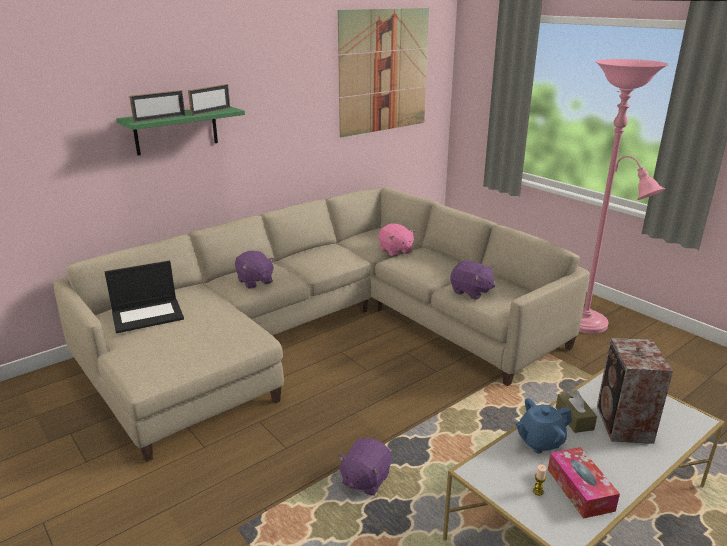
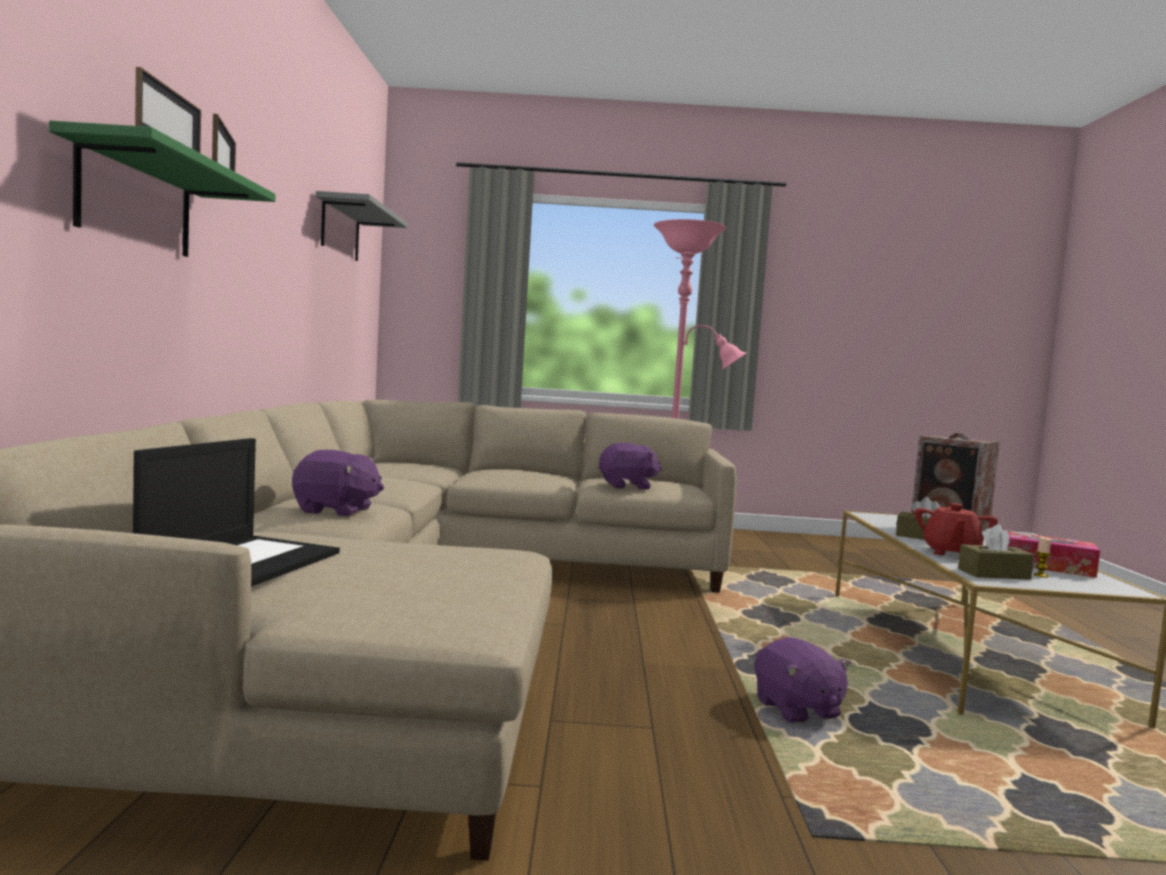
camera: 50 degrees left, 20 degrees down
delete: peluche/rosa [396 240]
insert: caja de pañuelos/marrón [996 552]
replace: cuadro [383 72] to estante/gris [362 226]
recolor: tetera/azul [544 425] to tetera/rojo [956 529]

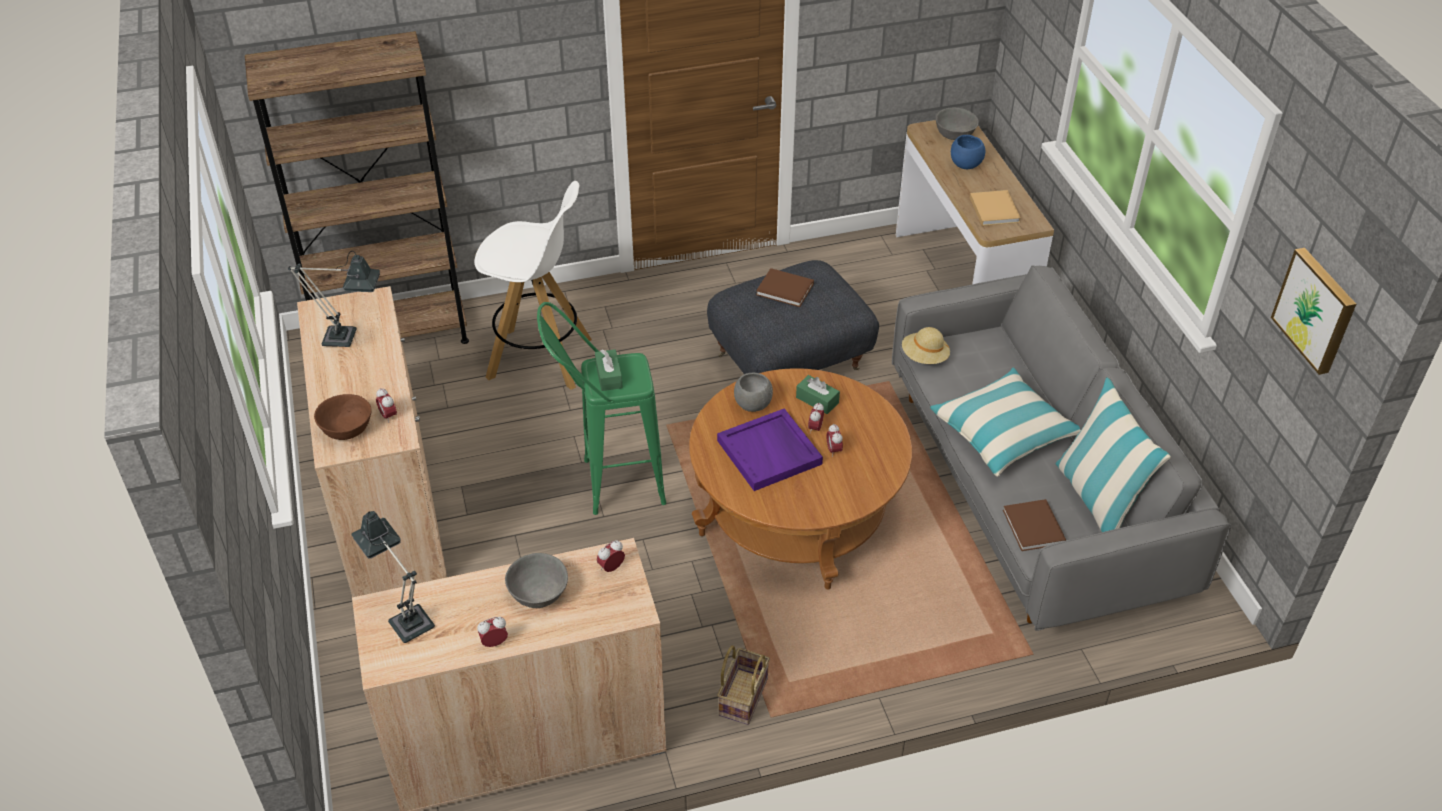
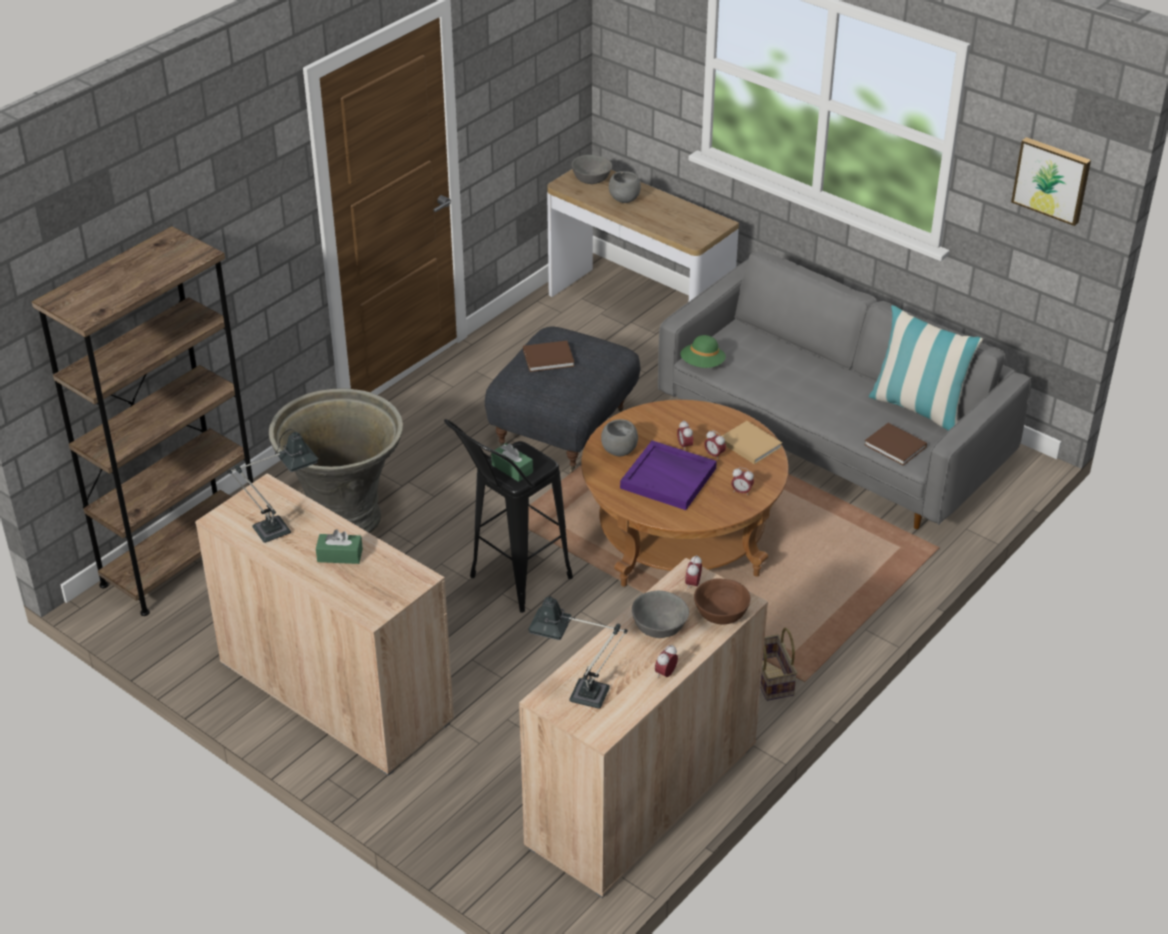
camera: 35 degrees left, 5 degrees down
delete: cojín [1005 422]
move: cuenco/marrón [342 417] to [722 601]; despertador [386 405] to [742 481]; caja de pañuelos/verde [818 394] to [339 546]; libro/beis [995 208] to [752 442]
replace: taburete/blanco [533 285] to maceta/gris [336 460]
recolor: taburete/verde [601 408] to taburete/negro [508 516]; sombrero/beis [926 345] to sombrero/verde [703 351]; cuenco/azul [968 152] to cuenco/gris [625 187]

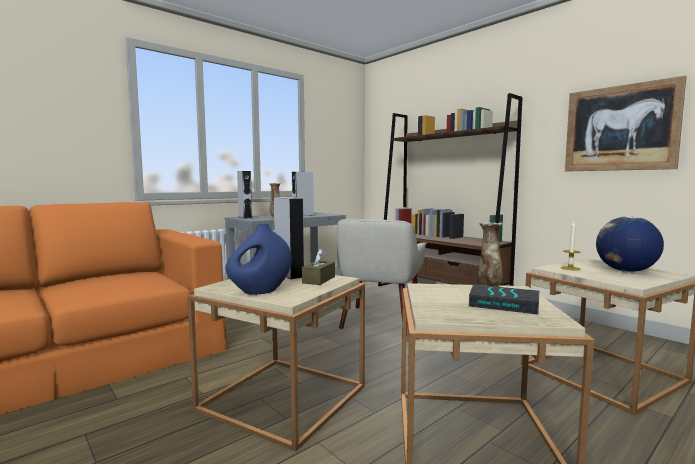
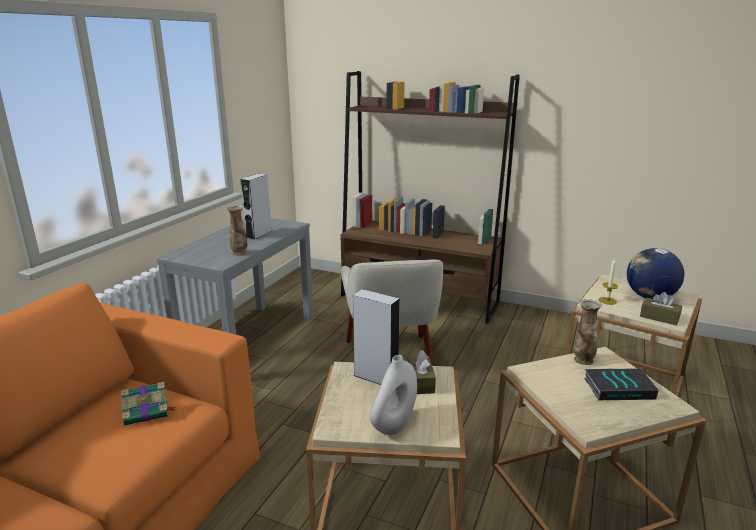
camera: 25 degrees left, 15 degrees up
delete: altavoz/gris [244 195]; cuadro [626 123]
insert: libro [148 404]; caja de pañuelos/marrón [661 308]
recolor: florero/azul [258 259] to florero/blanco [393 395]

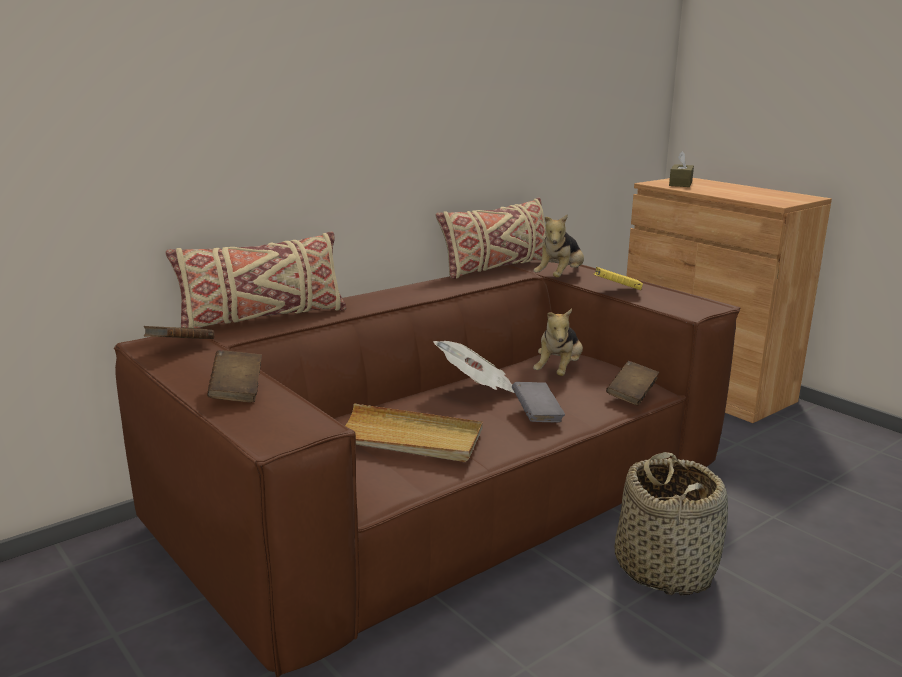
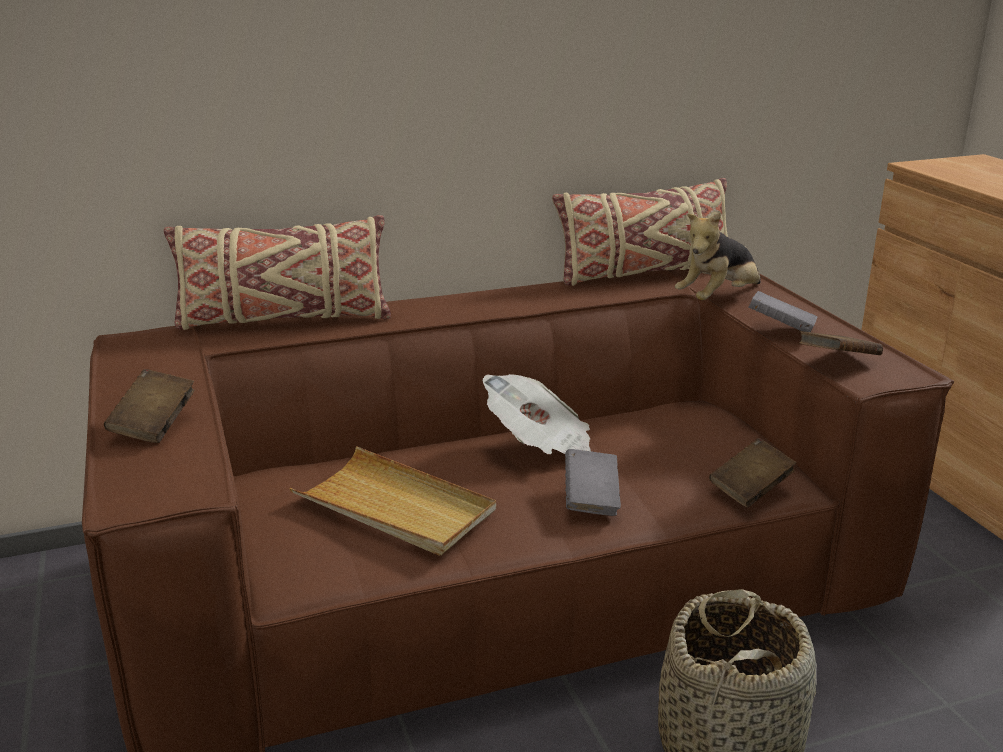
camera: 20 degrees right, 5 degrees up
delete: peluche [558 342]; caja de pañuelos/marrón [681 169]
move: libro/marrón [179 332] to [841 343]
recolor: libro/amarillo [618 278] to libro/gris [782 311]

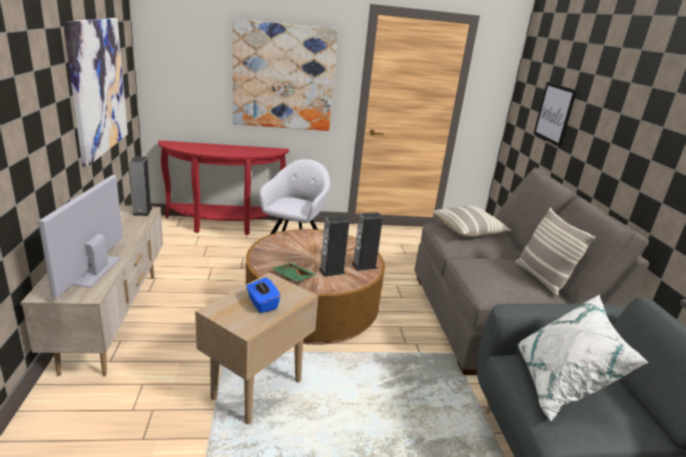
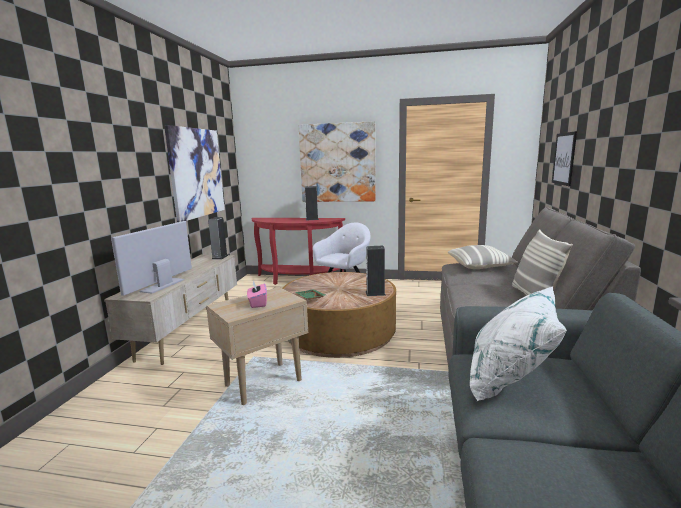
camera: 20 degrees right, 10 degrees down
move: altavoz [334 246] to [312 203]
recolor: caja de pañuelos/azul [263 295] to caja de pañuelos/rosa [257 294]

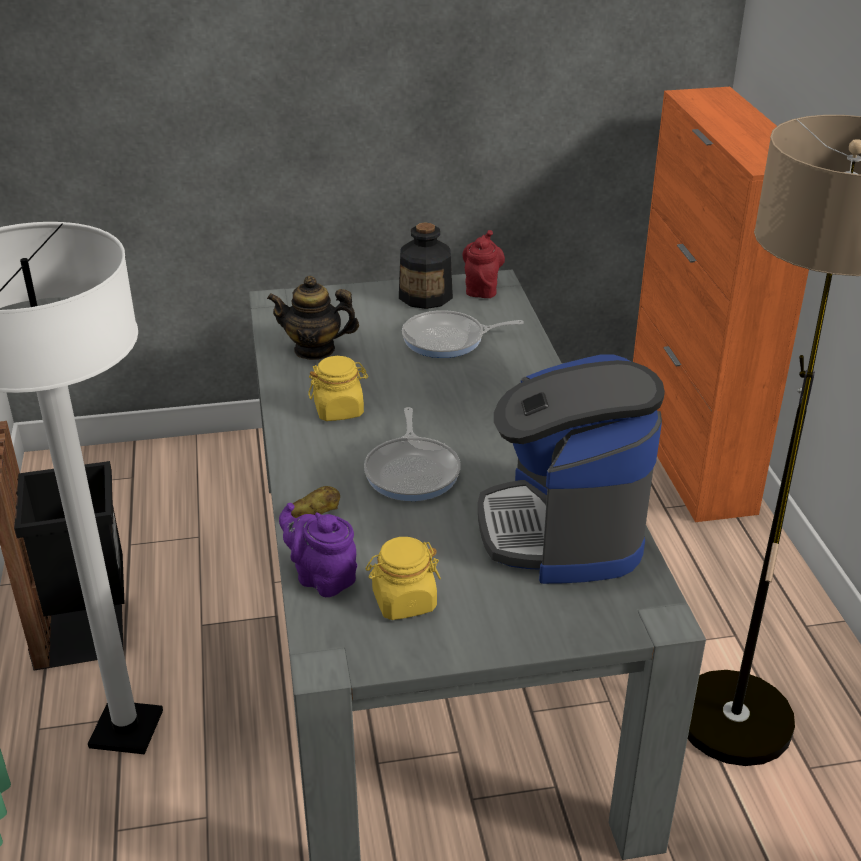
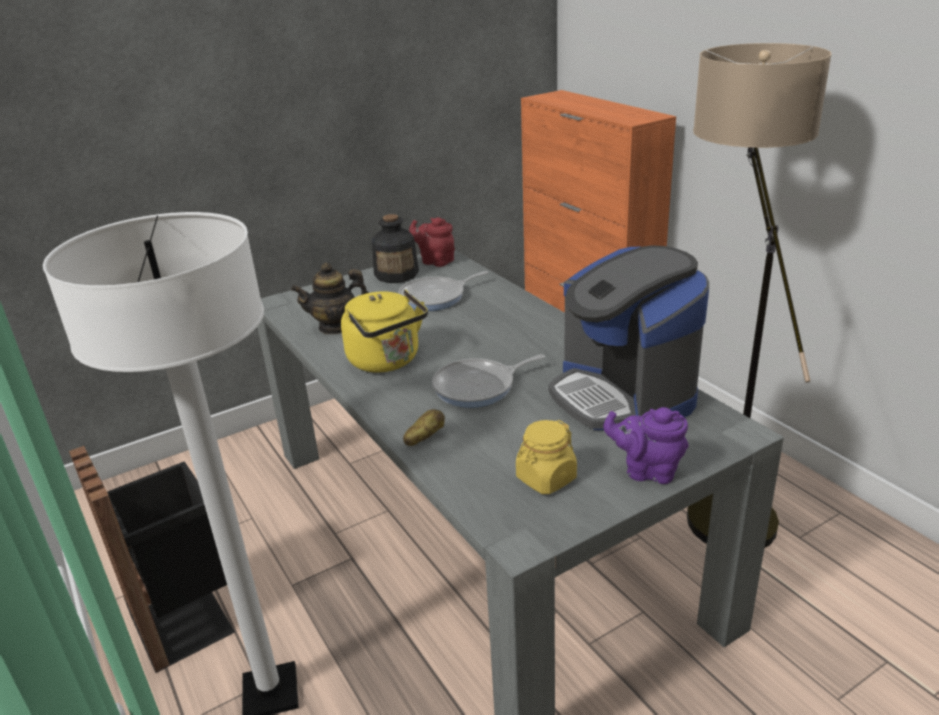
camera: 20 degrees left, 5 degrees down
move: tetera/morado [318 550] to [646 445]
replace: tarro/amarillo [338 388] to hervidor/amarillo [384 330]
rotate: sartén [412 454] = [488 381] 90 degrees clockwise; tetera/rojo [483 264] = [432 242] 45 degrees counterclockwise

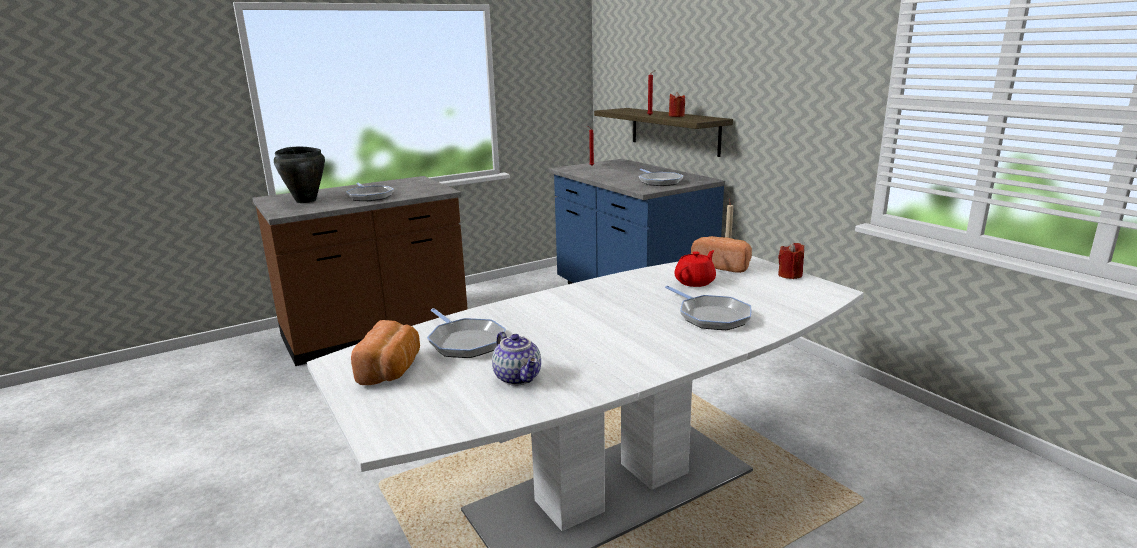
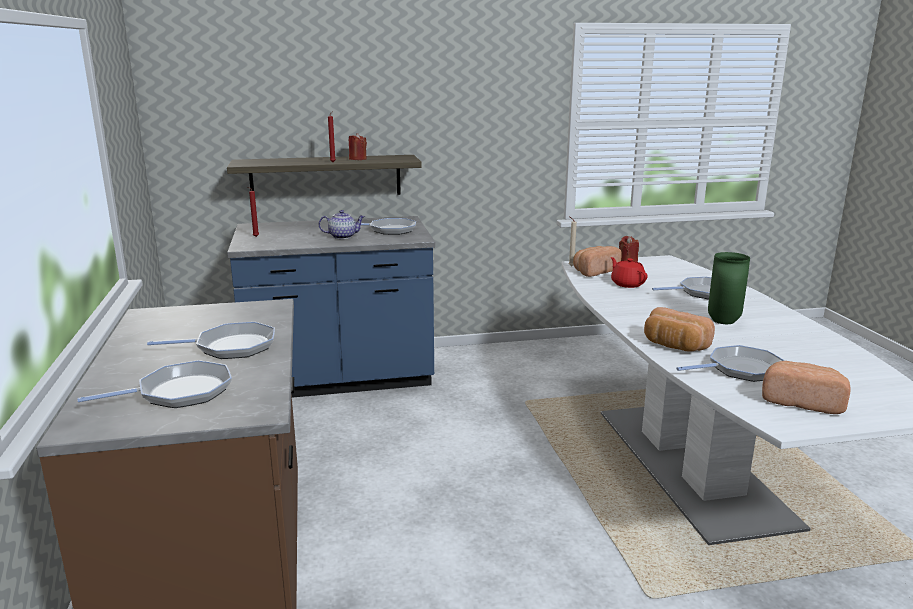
camera: 70 degrees left, 0 degrees up
insert: pan [679 329]; florero/verde [729 288]
move: tetera [516 358] to [342 224]
replace: olla/negro [299 175] to sartén [154 384]

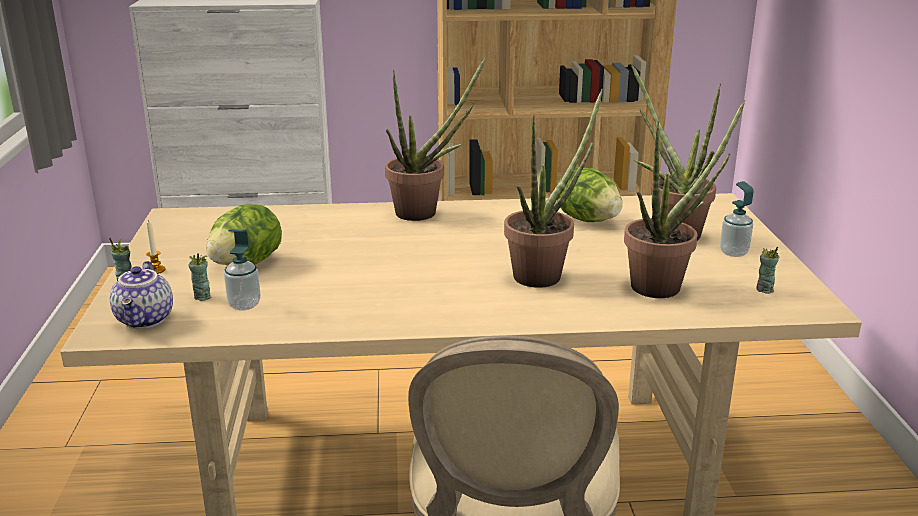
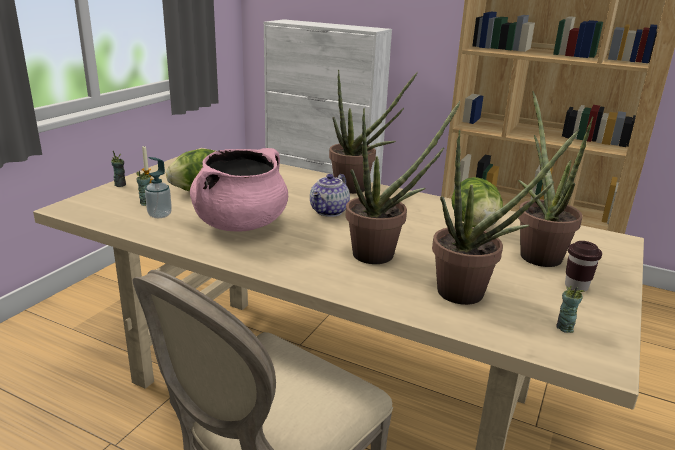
camera: 30 degrees right, 0 degrees up
insert: olla/rosa [239 190]
move: tetera [141 295] to [330 195]
replace: dispensador de jabón [737 219] to taza/marrón [583 266]

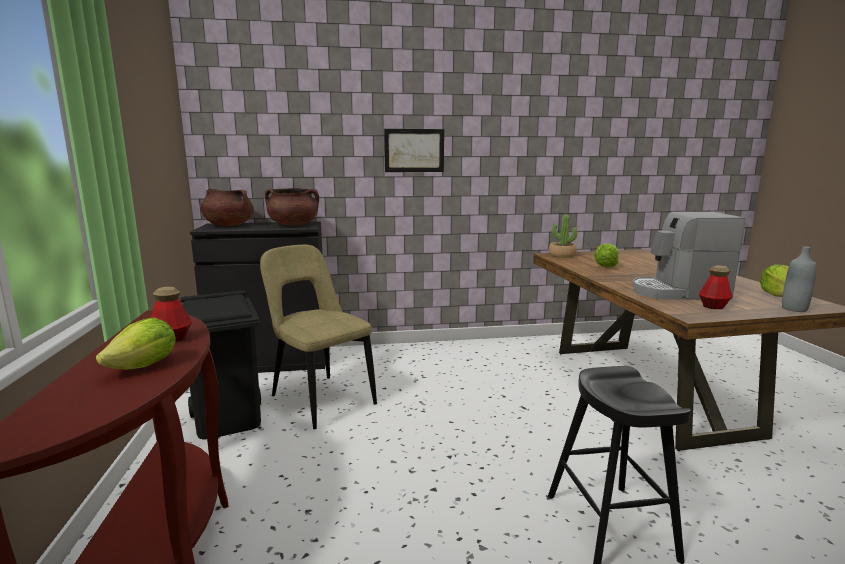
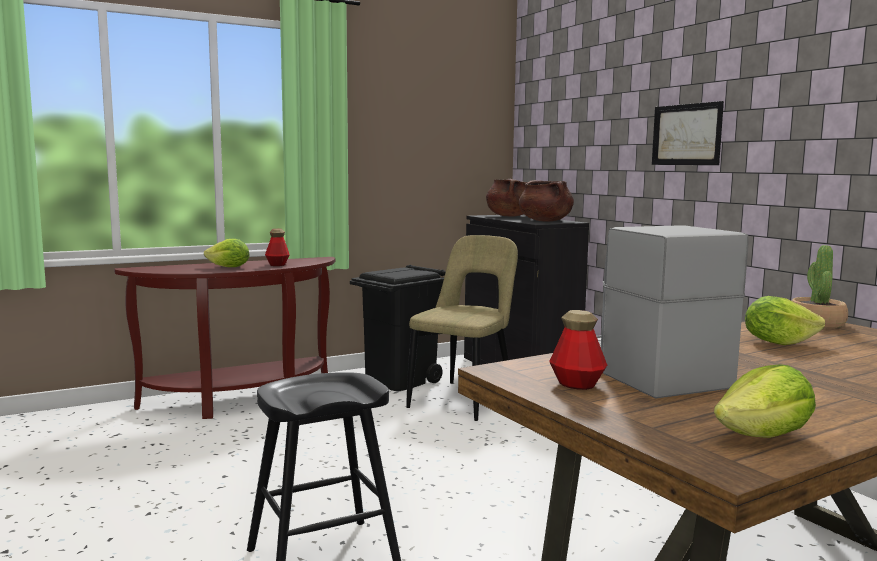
camera: 70 degrees right, 5 degrees down
delete: botella/gris [799 279]

